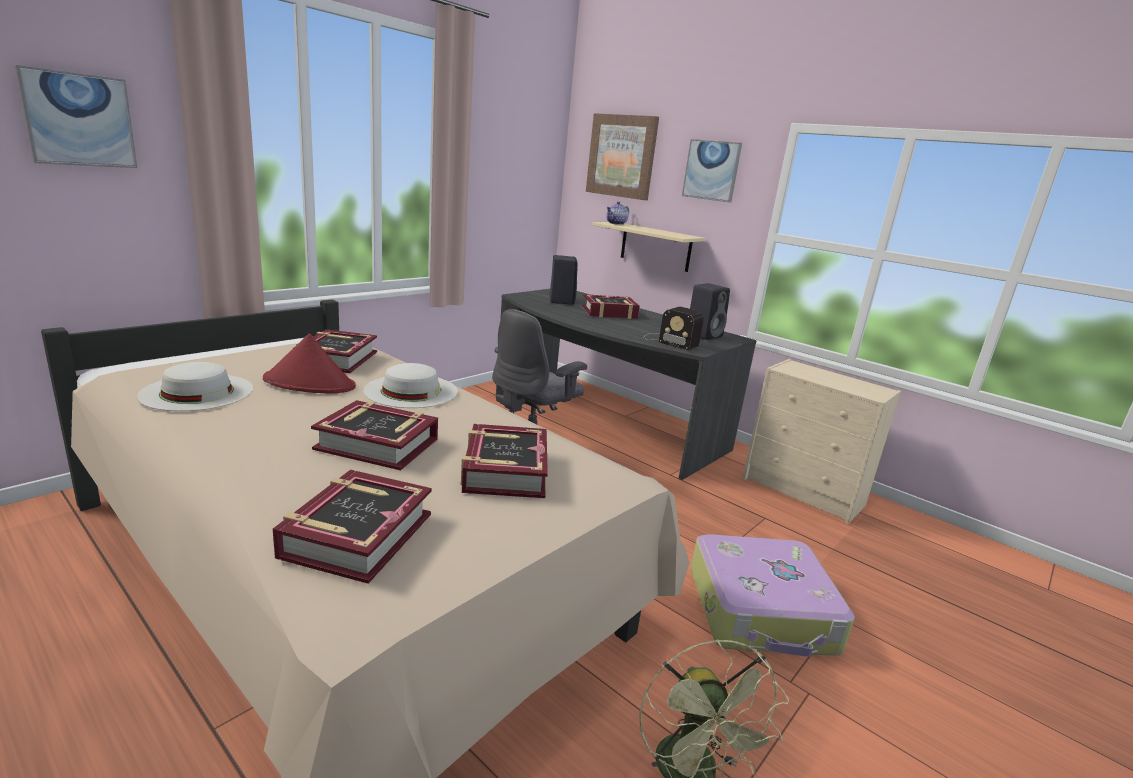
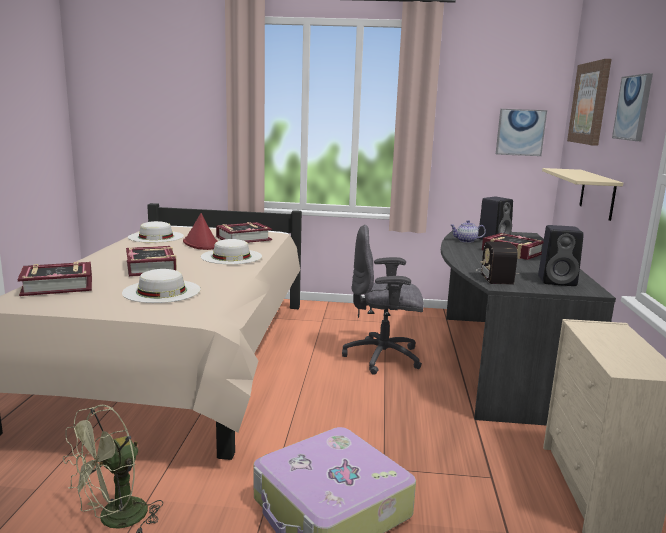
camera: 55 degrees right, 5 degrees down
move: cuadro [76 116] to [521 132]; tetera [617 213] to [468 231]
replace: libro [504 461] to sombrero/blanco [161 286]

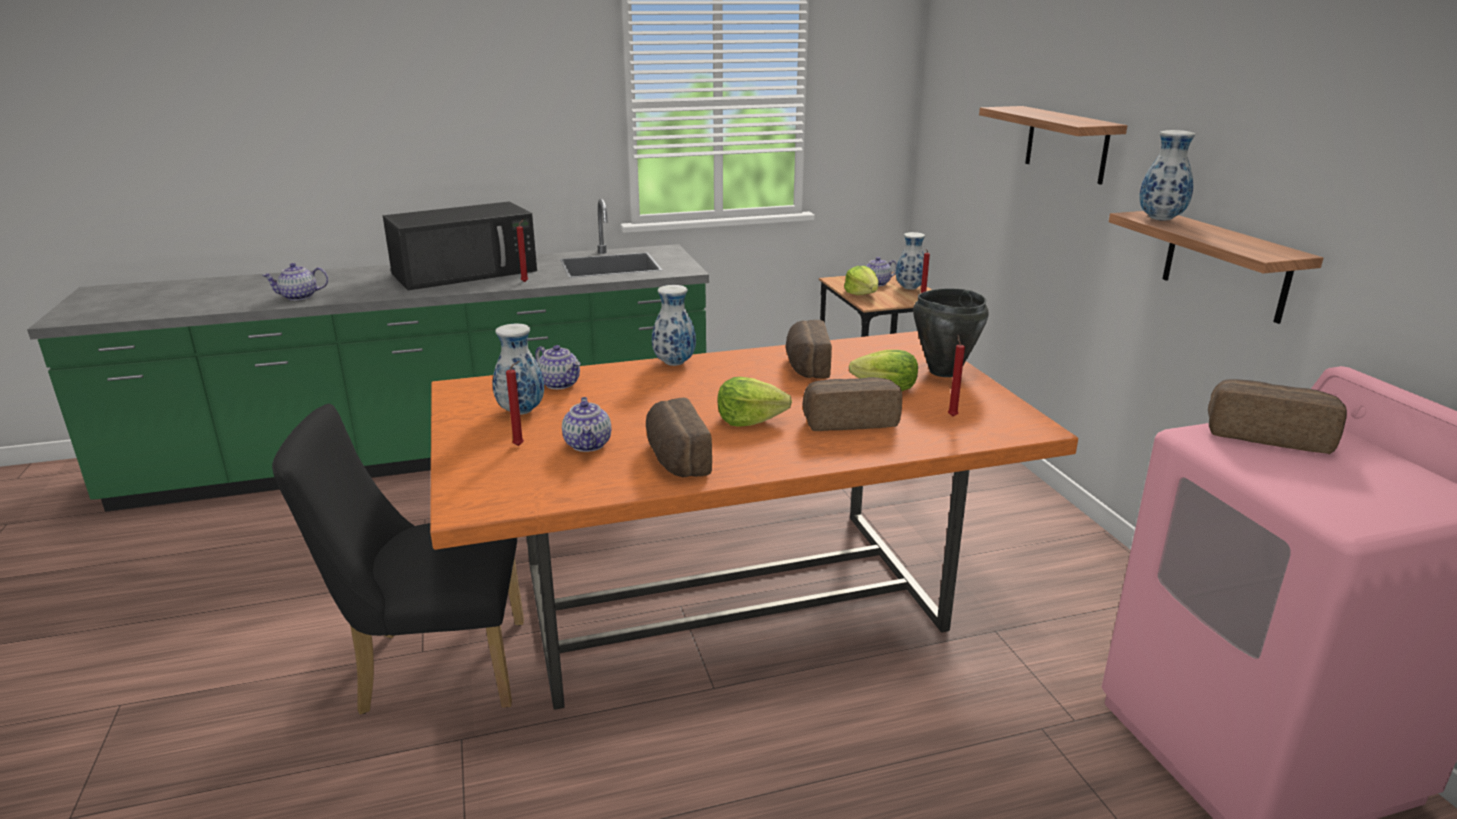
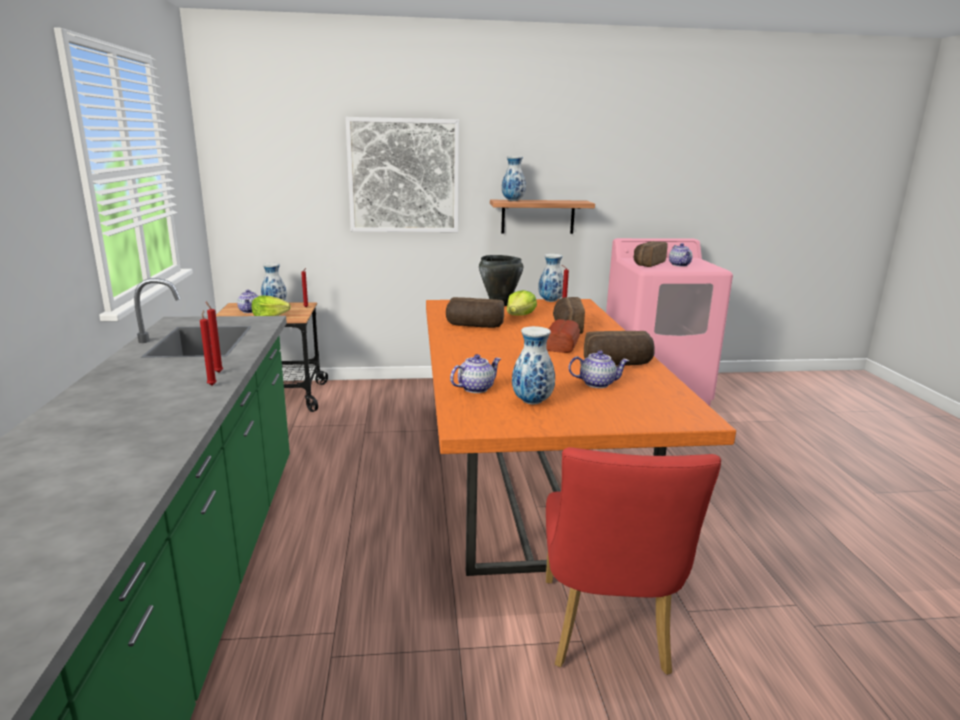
camera: 80 degrees left, 5 degrees down
delete: microondas/negro [460 245]
move: tetera [295 282] to [680 255]; vela/rojo [515 403] to [208 348]; florero [674 325] to [551 278]
replace: lechuga [755 402] to pan [563 336]; estante [1053 145] to cuadro [402 174]
recolor: silla/negro [398 559] to silla/rojo [633 561]

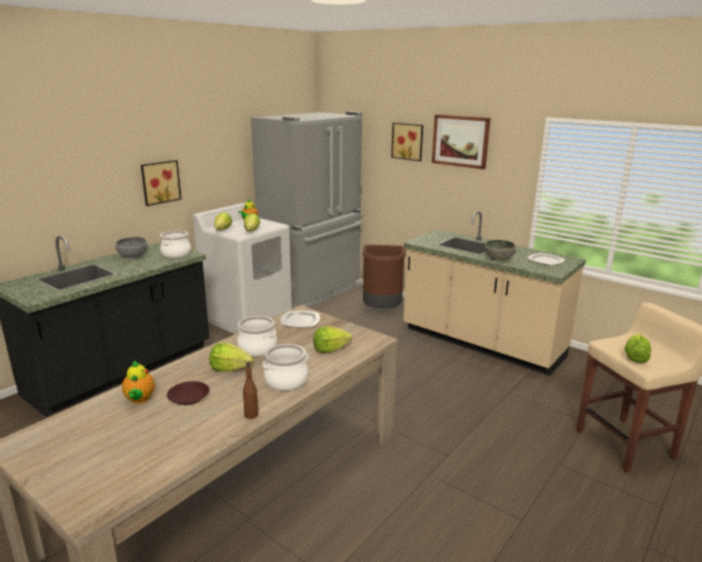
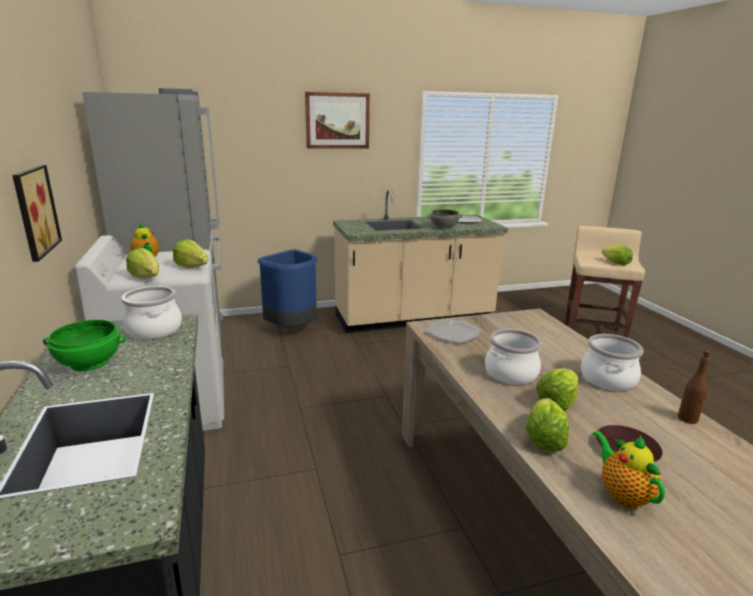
camera: 55 degrees left, 0 degrees up
delete: cuadro [407 142]
move: lechuga [332 339] to [547 424]
recolor: cuenco/gris [132 248] to cuenco/verde [84 345]; papelera/marrón [384 276] to papelera/azul [287 288]
rotate: tetera [138 382] = [628 470] 135 degrees counterclockwise

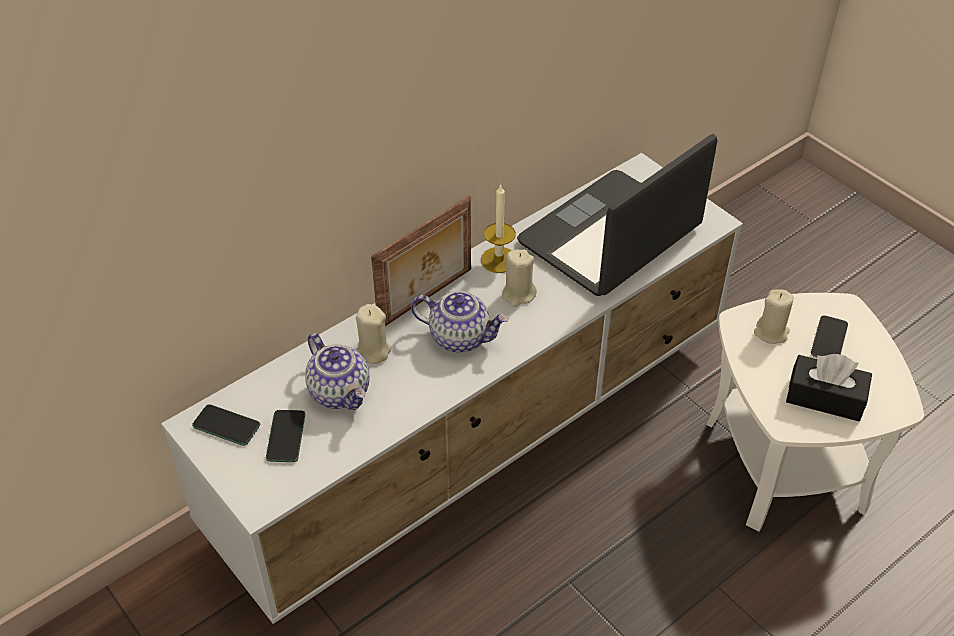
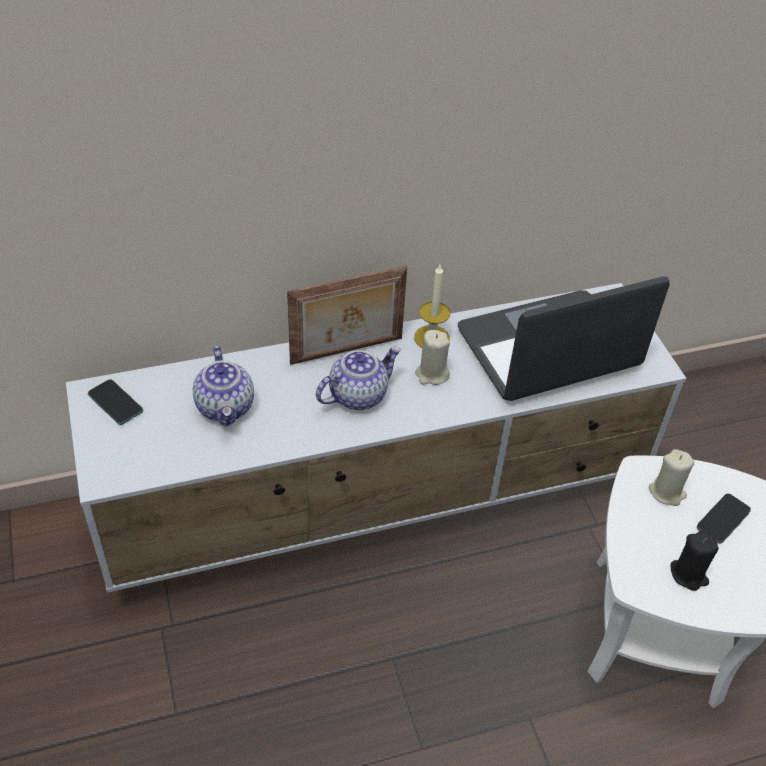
camera: 20 degrees right, 0 degrees up
delete: móvil [285 436]; vela/beis [373 334]
replace: caja de pañuelos/negro [829 387] to vela/negro [694 561]
rotate: tetera [460 321] = [358 378] 75 degrees counterclockwise

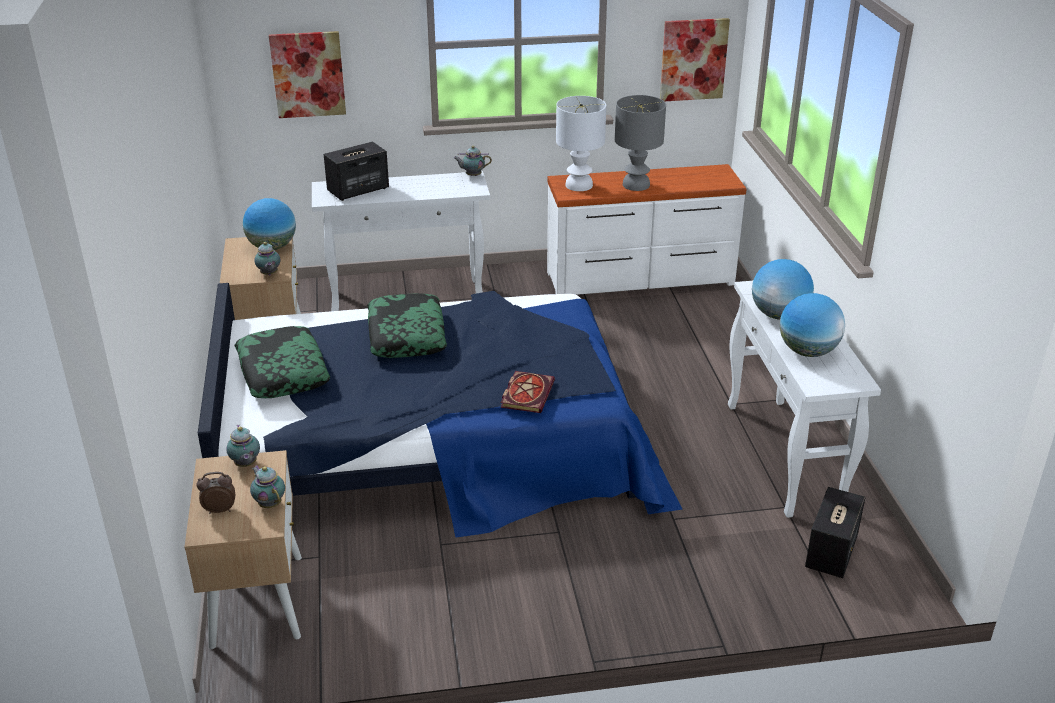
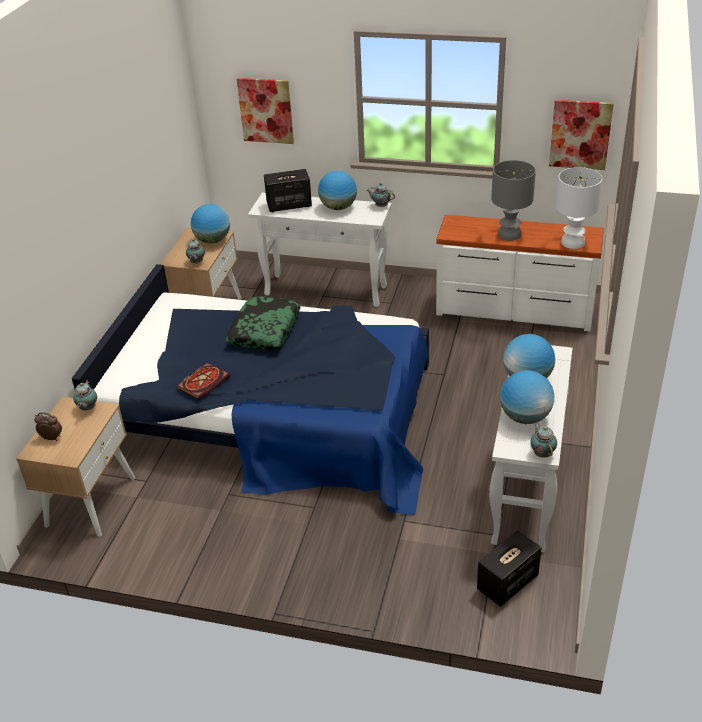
camera: 25 degrees right, 5 degrees up
delete: cojín [282 362]
insert: globo terráqueo [337 190]
move: tetera [267 486] to [543 440]; libro [528 392] to [203 381]; lámpara de mesa/blanco [581 143] to [579 208]

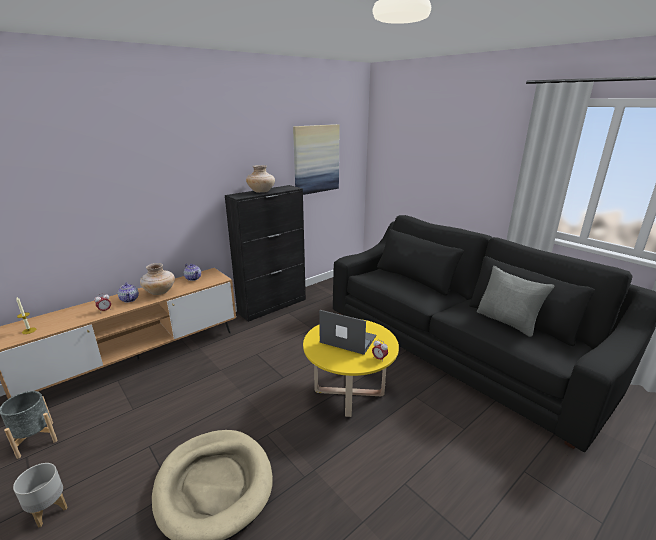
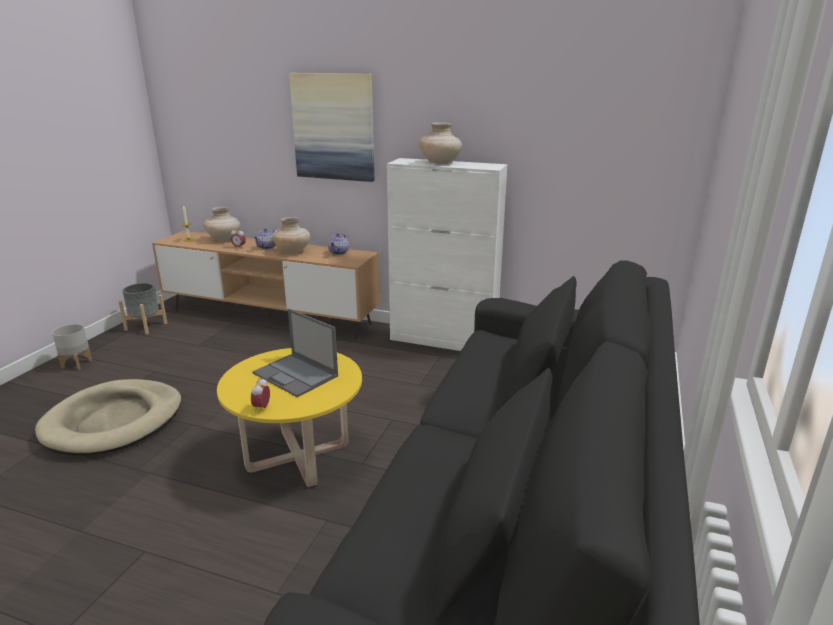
camera: 60 degrees right, 0 degrees up
delete: cojín/gris [516 301]
insert: florero/beis [222 224]
move: cuadro [316 159] to [332 127]
recolor: armario/negro [265 253] to armario/blanco [447 254]
rotate: portátil [347 332] = [295 353] 135 degrees clockwise

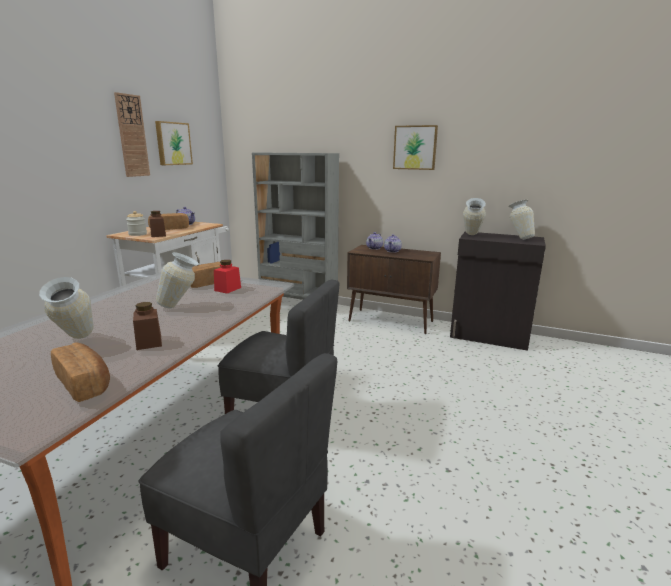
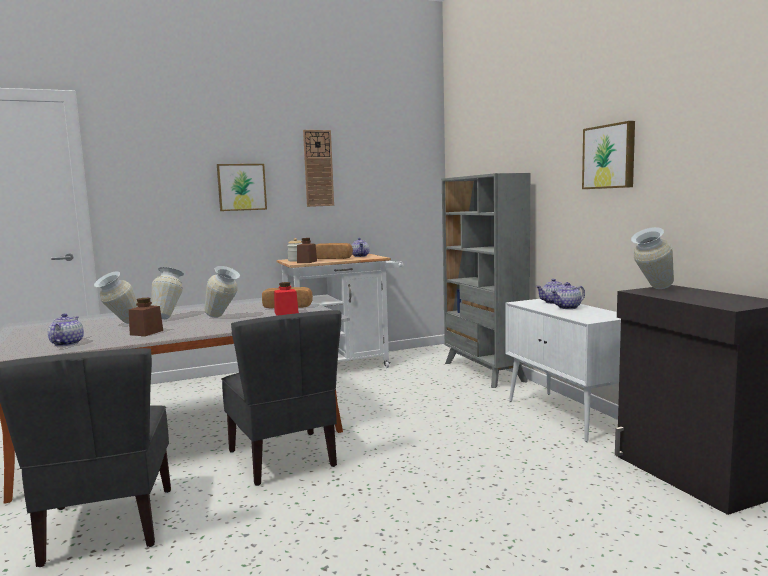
camera: 45 degrees right, 10 degrees down
move: cuadro [174 143] to [242 187]; florero [521 220] to [167 293]
replace: pan [80 372] to tetera [66 330]
recolor: armario/marrón [394 289] to armario/blanco [563 370]

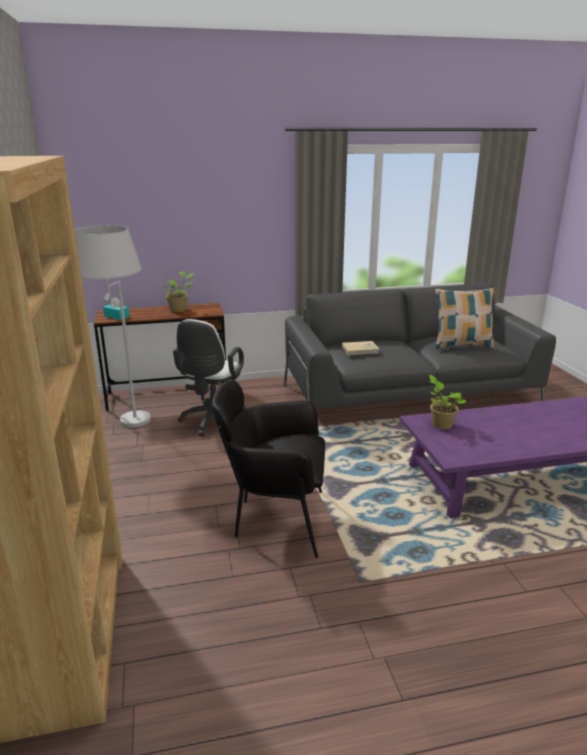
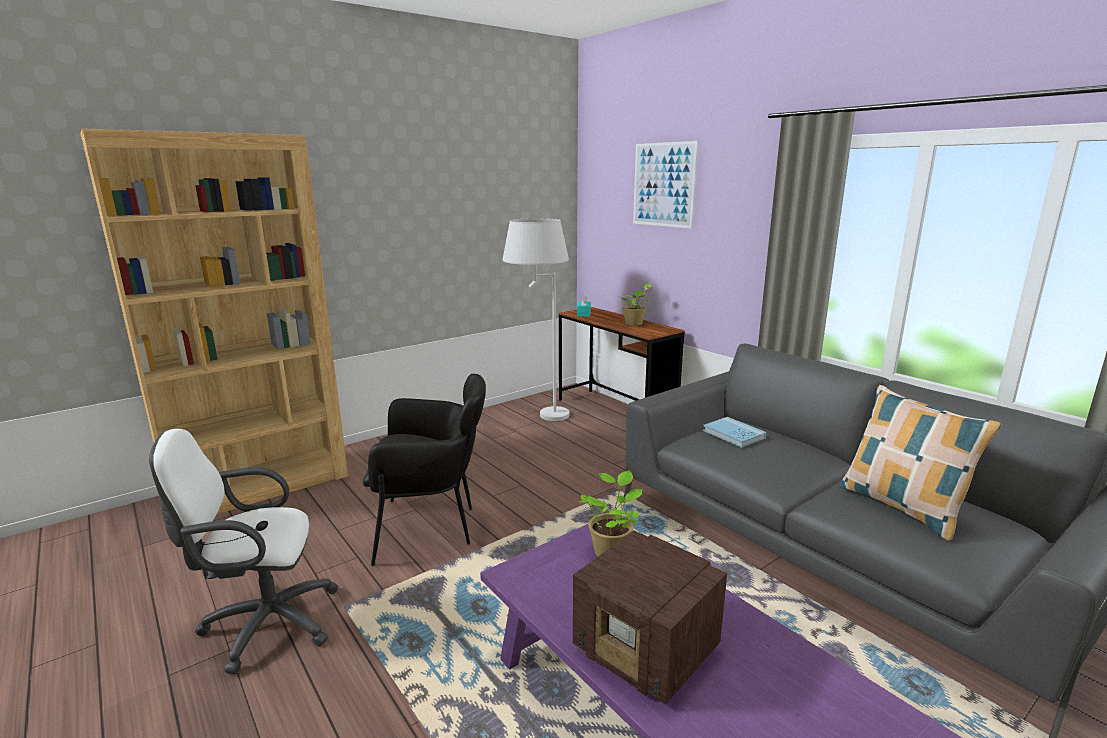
camera: 65 degrees right, 5 degrees down
insert: radio [650 617]; cuadro [665 185]
move: silla de oficina/blanco [210 378] to [243 551]
recolor: libro/beis [361 348] to libro/azul [735 432]
rotate: sillón/negro [268 469] = [424 470] 105 degrees clockwise

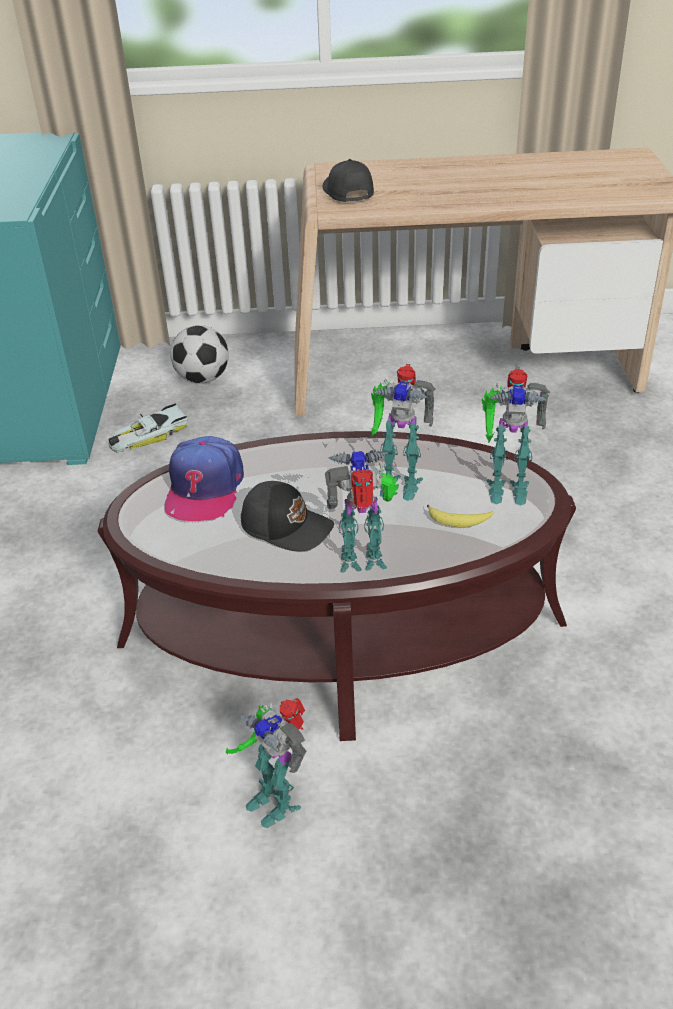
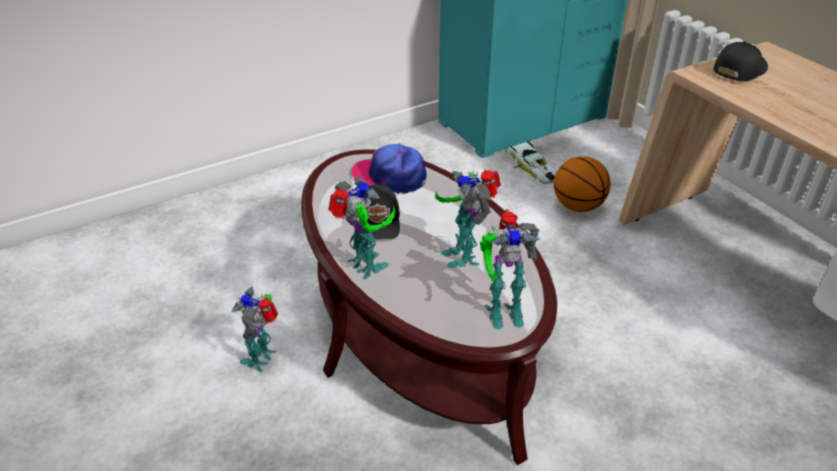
camera: 60 degrees right, 0 degrees up
delete: balón de fútbol [199 354]; plátano [460 516]
insert: balón de baloncesto [582 184]
rotate: coche de juguete [148 428] = [533 162] 150 degrees counterclockwise; gorra [204 478] = [389 169] 45 degrees clockwise; robot de juguete [516 436] = [510 269] 75 degrees counterclockwise

